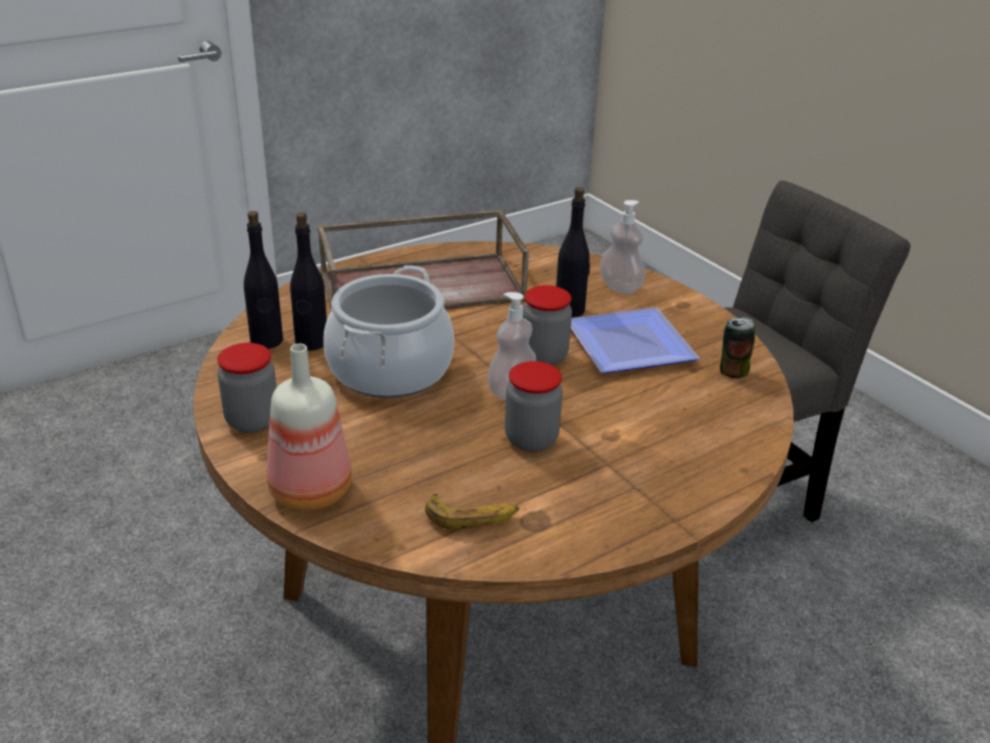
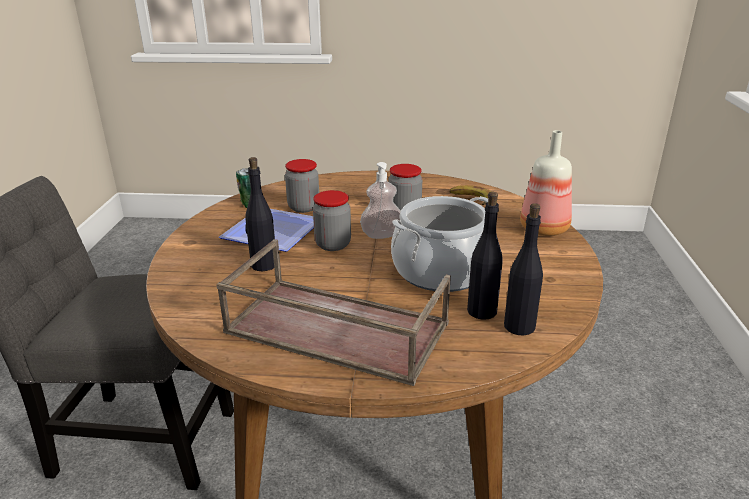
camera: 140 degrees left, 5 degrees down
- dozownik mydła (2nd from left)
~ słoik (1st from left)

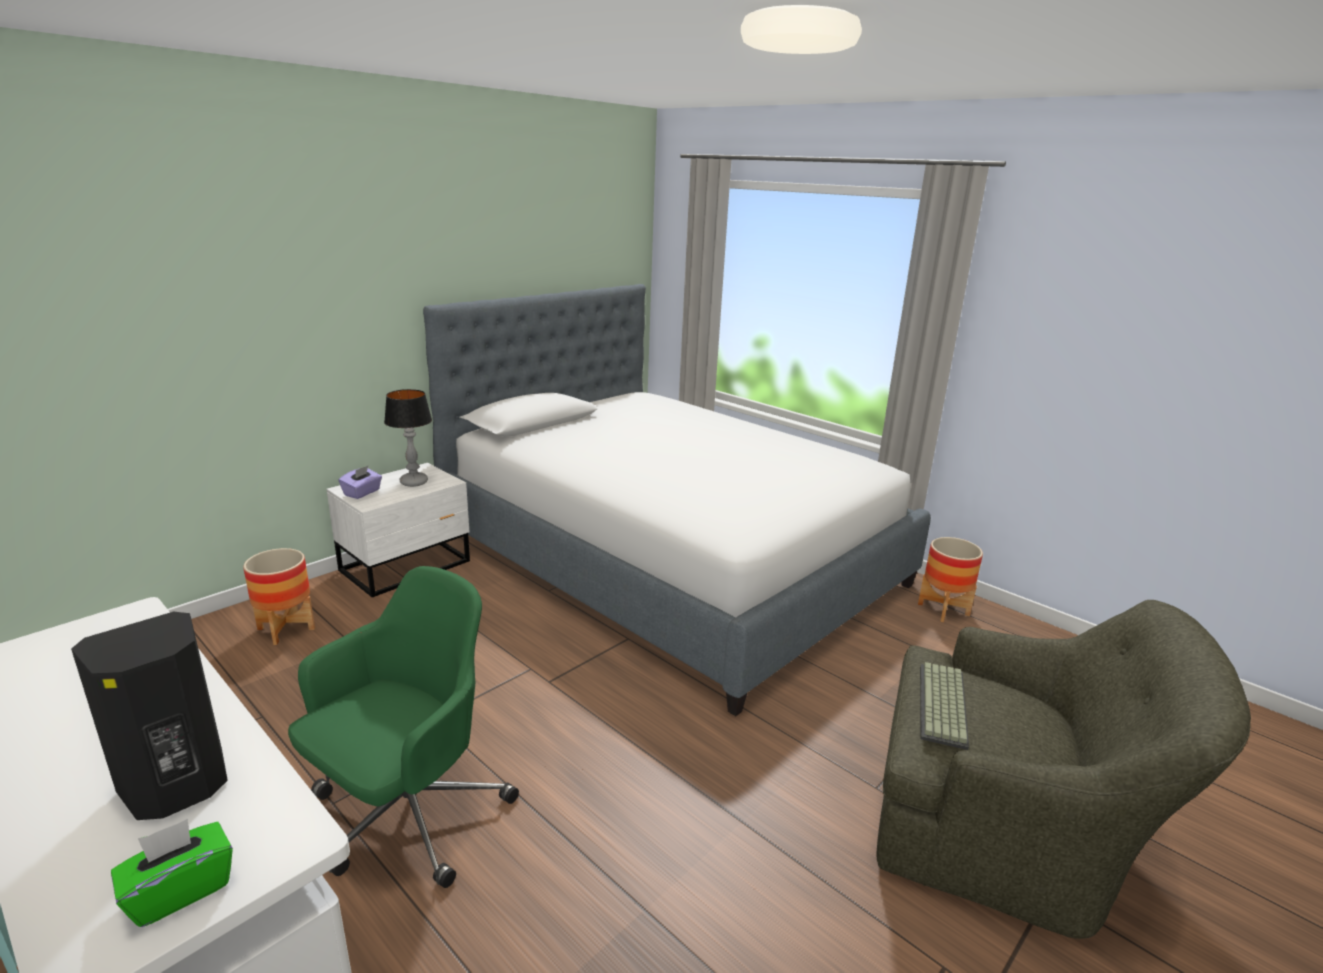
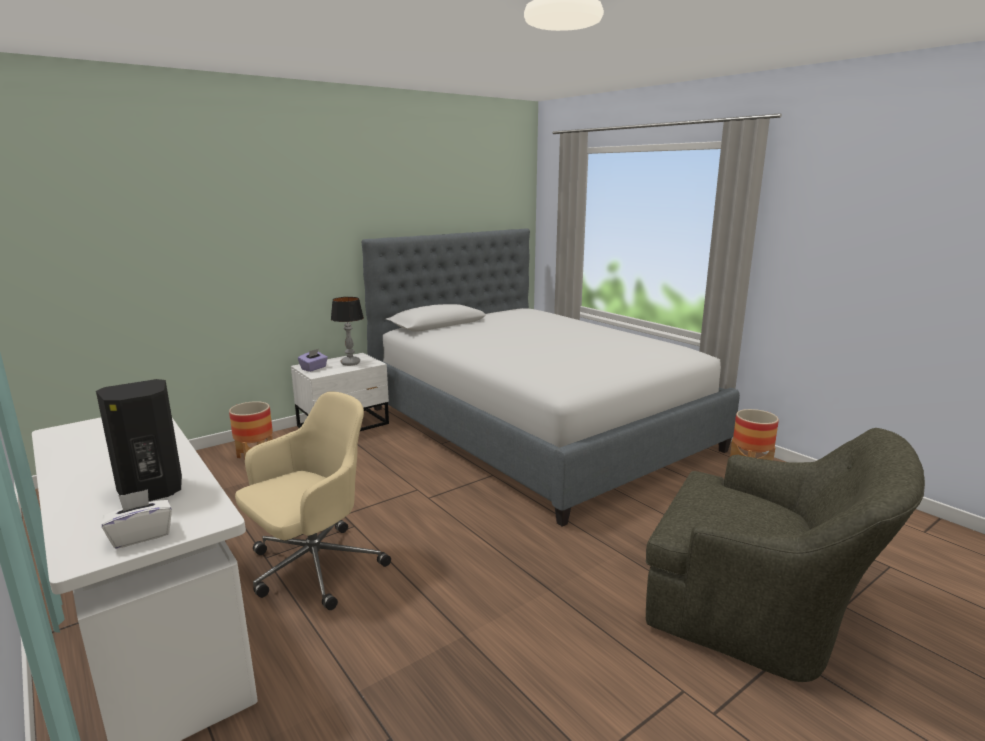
camera: 10 degrees right, 5 degrees down
- klawiatura
~ pudełko chusteczek/zielony to pudełko chusteczek/biały
~ krzesło biurowe/zielony to krzesło biurowe/beżowy

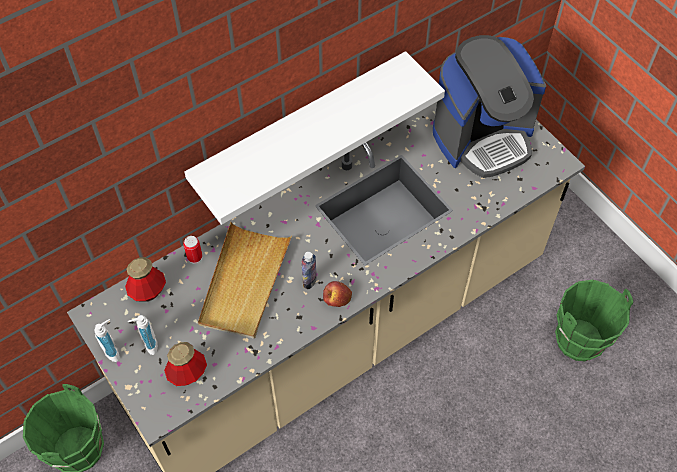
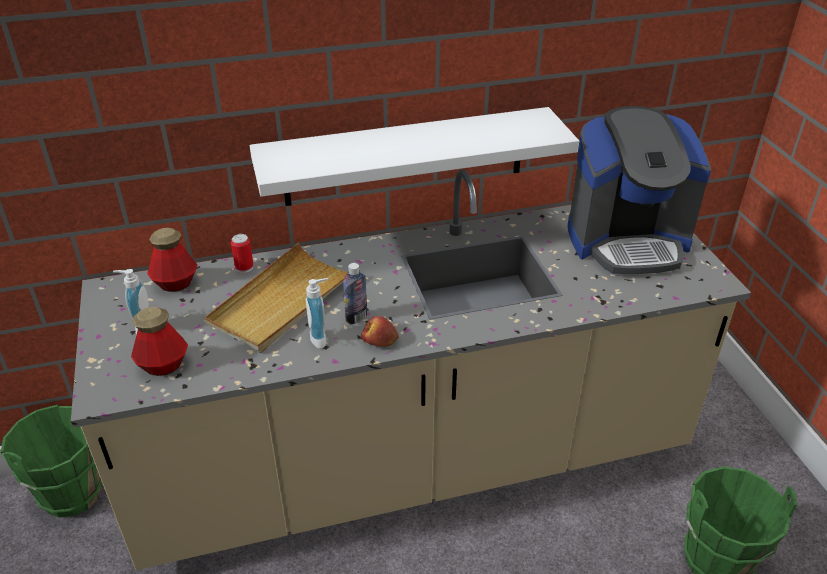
camera: 20 degrees right, 20 degrees down
~ dozownik mydła (1st from left in the first image) to dozownik mydła (2nd from left)

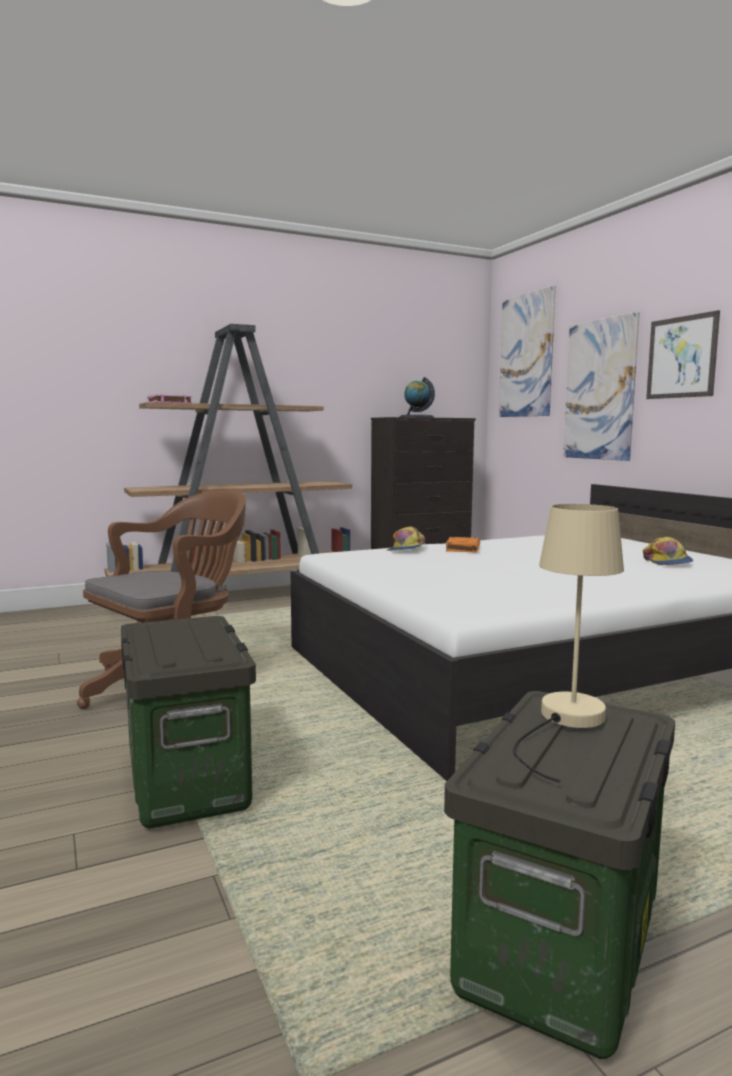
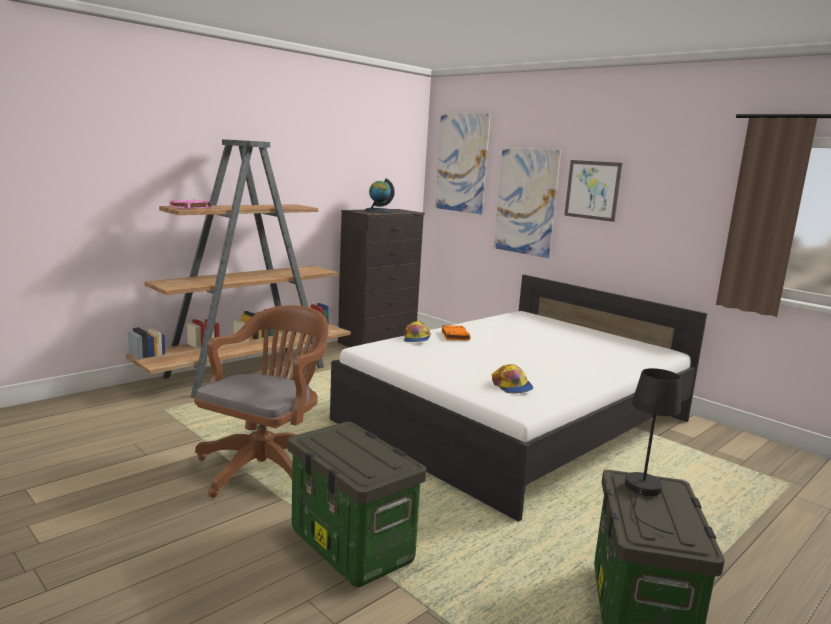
camera: 20 degrees left, 5 degrees up
~ czapka z daszkiem (2nd from left)
~ lampa stołowa/beżowy to lampa stołowa/czarny

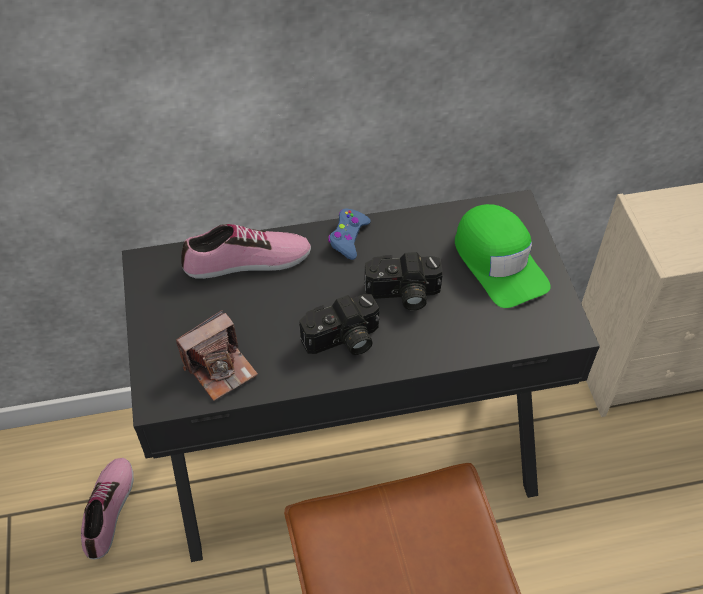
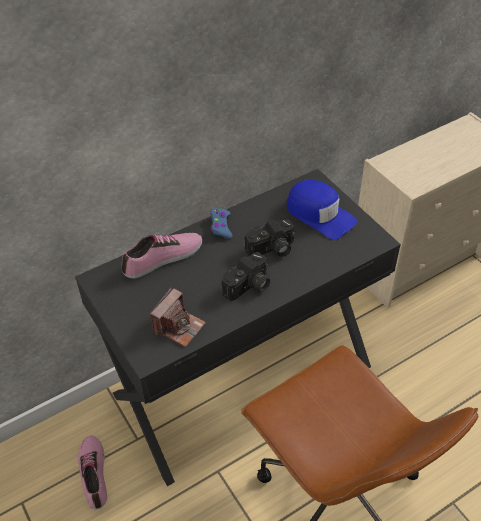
camera: 20 degrees left, 5 degrees down
~ czapka z daszkiem/zielony to czapka z daszkiem/niebieski

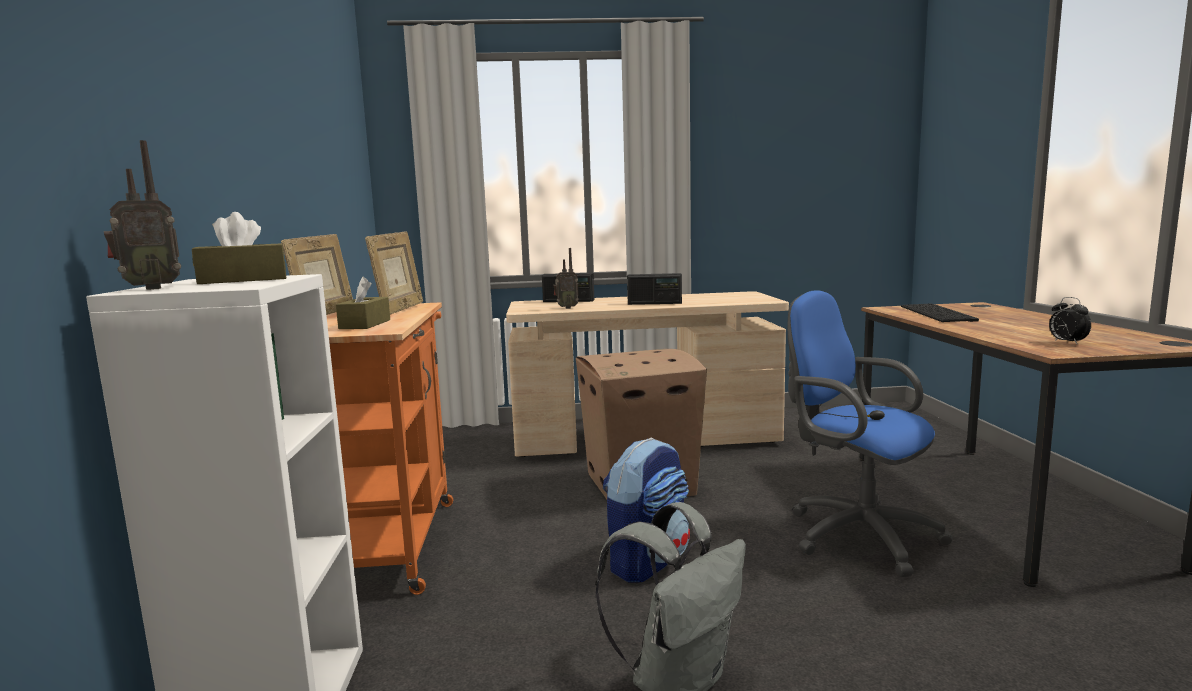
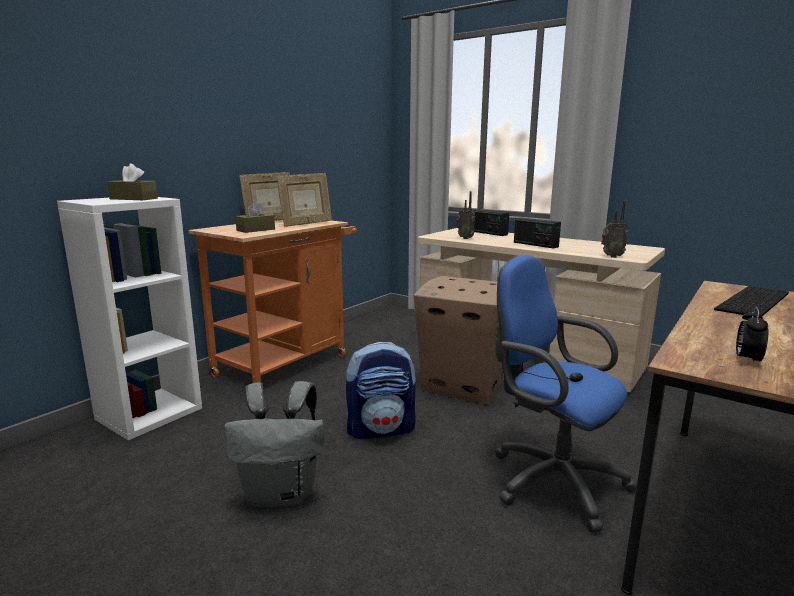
camera: 40 degrees right, 5 degrees up
~ radio (1st from left in the first image) to radio (4th from left)
~ krzesło biurowe/niebieski 45 degrees counterclockwise

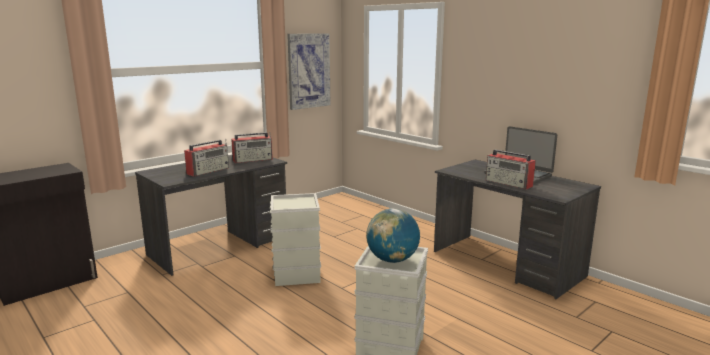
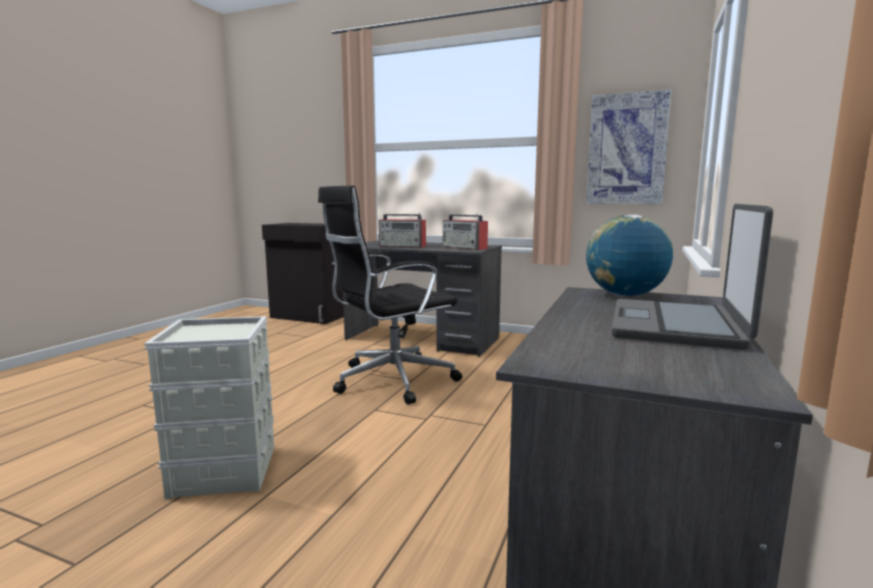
camera: 65 degrees right, 5 degrees down
- radio (3rd from left)
~ globus
~ pojemnik do przechowywania/szary (1st from left) to krzesło biurowe/czarny

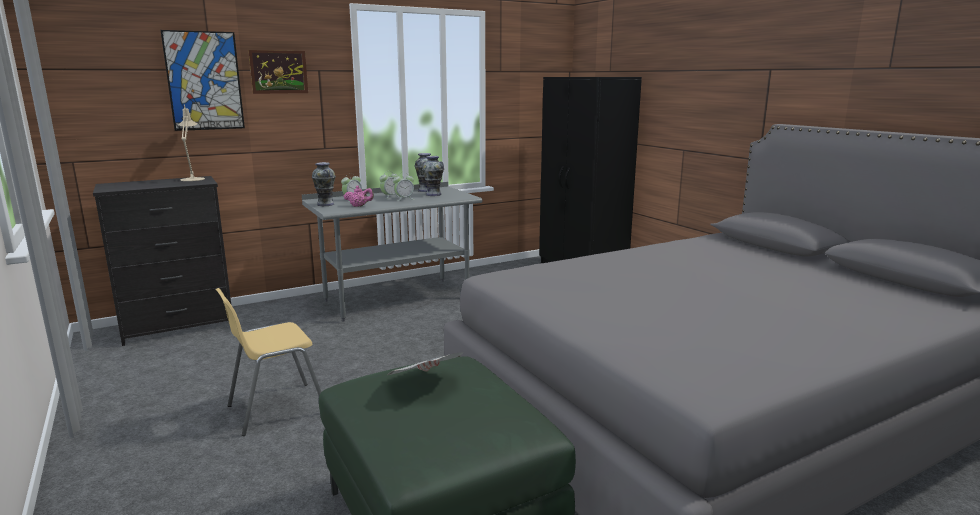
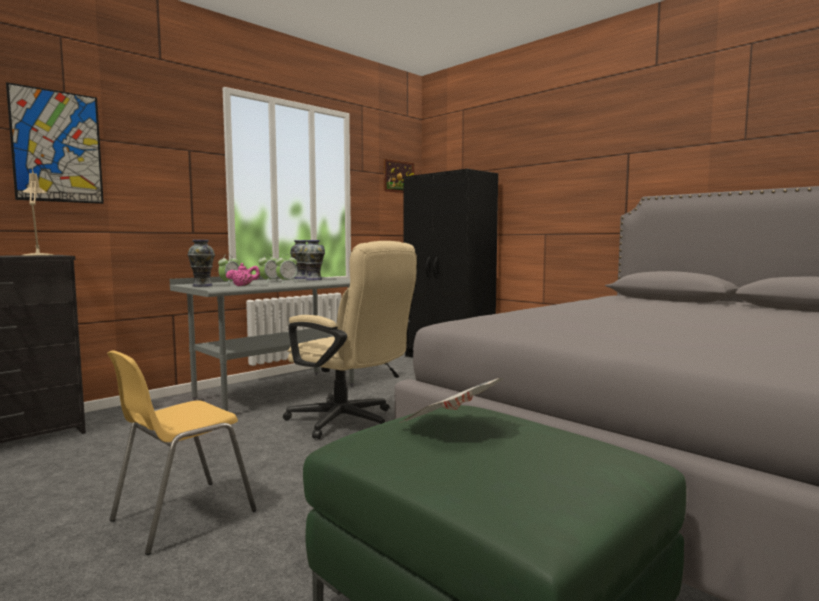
camera: 15 degrees left, 10 degrees down
+ krzesło biurowe/beżowy
~ obraz (2nd from left)

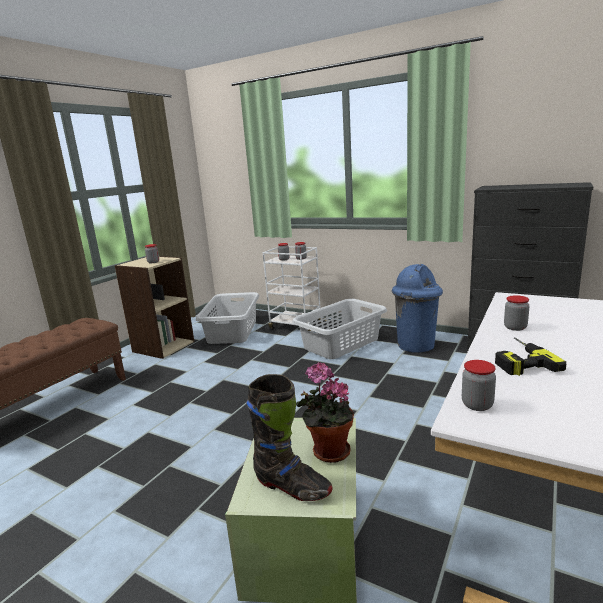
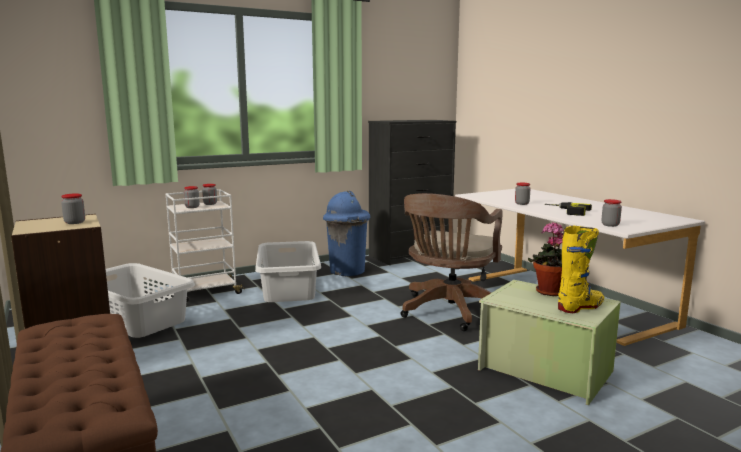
camera: 60 degrees left, 5 degrees down
+ krzesło biurowe/brązowy
~ but z cholewką/czarny to but z cholewką/żółty

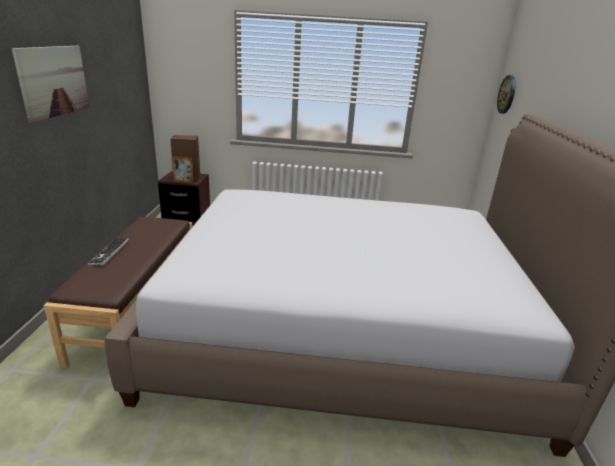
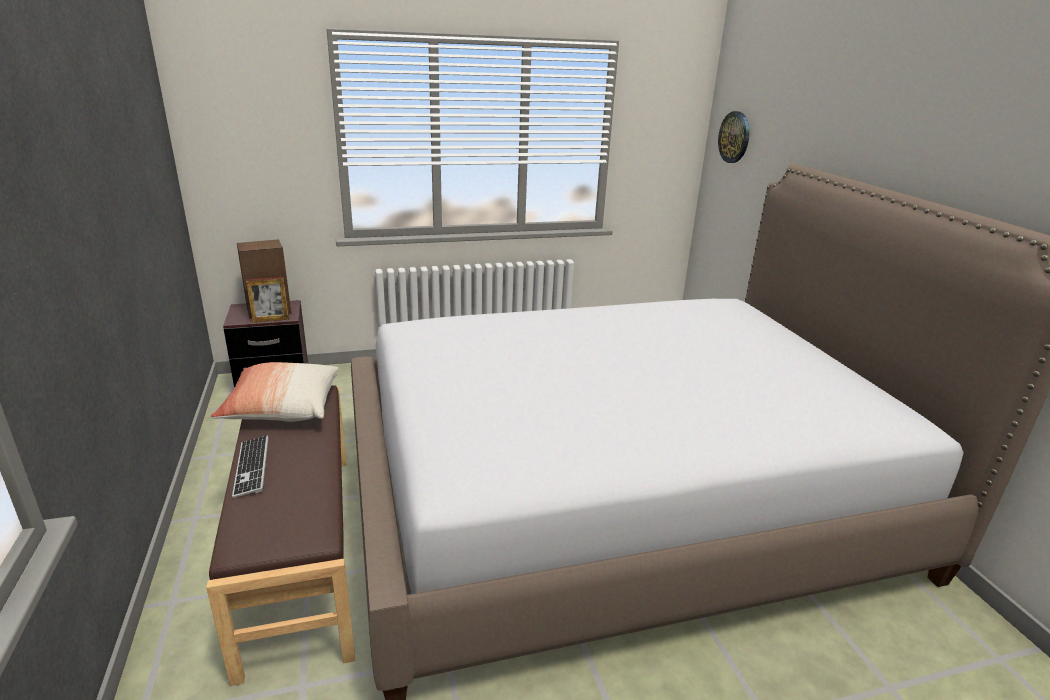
camera: 20 degrees left, 0 degrees up
- obraz
+ poduszka

